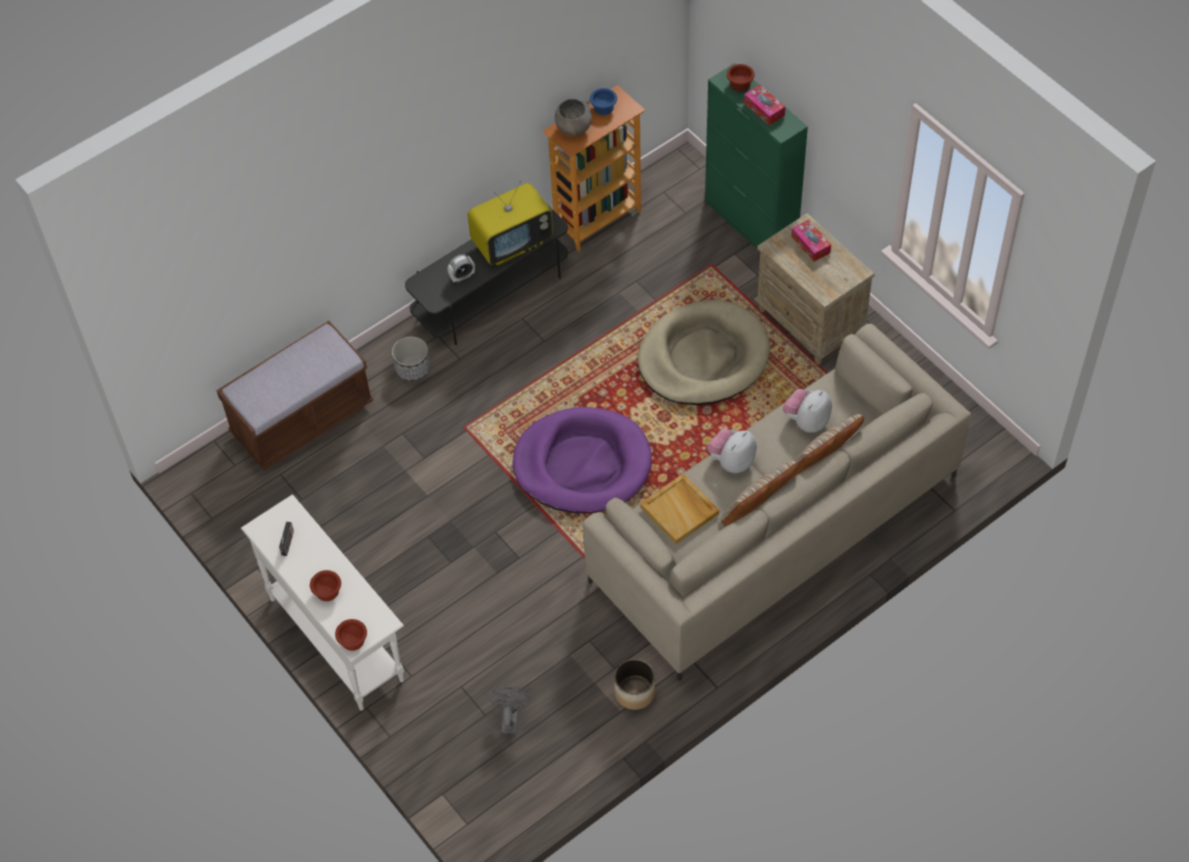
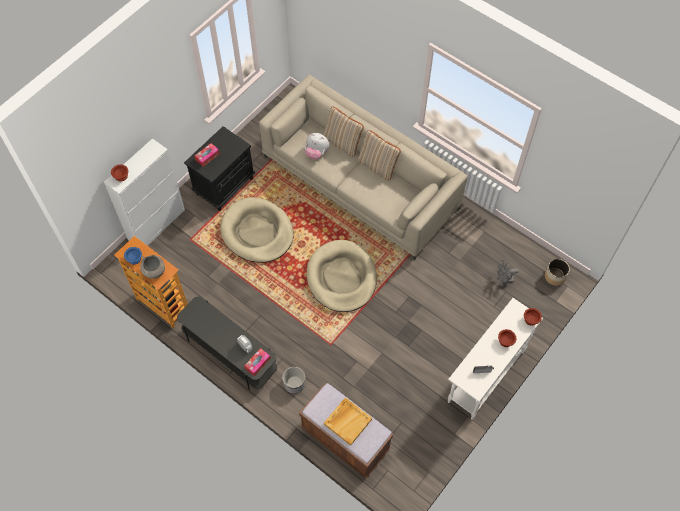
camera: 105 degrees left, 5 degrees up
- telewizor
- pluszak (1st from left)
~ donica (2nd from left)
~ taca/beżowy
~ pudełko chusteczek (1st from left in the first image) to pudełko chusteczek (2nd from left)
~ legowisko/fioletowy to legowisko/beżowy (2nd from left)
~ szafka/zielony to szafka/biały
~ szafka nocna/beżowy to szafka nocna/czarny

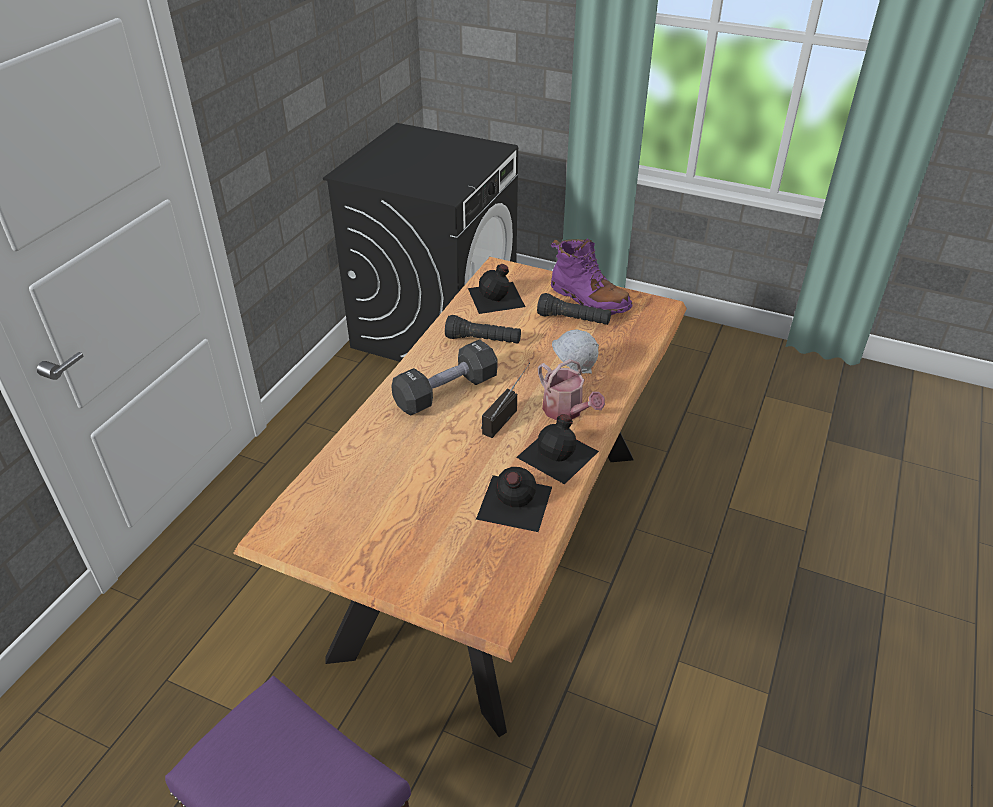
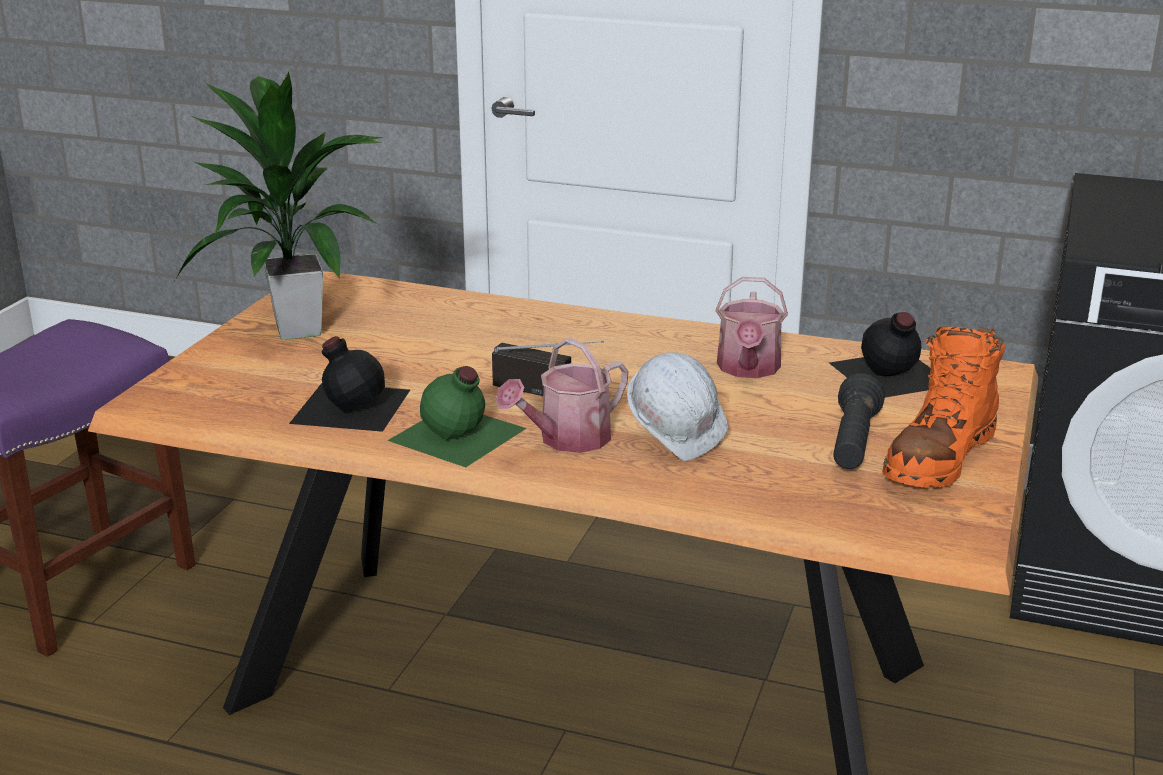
camera: 85 degrees right, 15 degrees down
- hantel/czarny
+ roślina doniczkowa
~ latarka/czarny (1st from left) to konewka (2nd from left)
~ butelka/czarny (3rd from left) to butelka/zielony
~ but z cholewką/fioletowy to but z cholewką/pomarańczowy

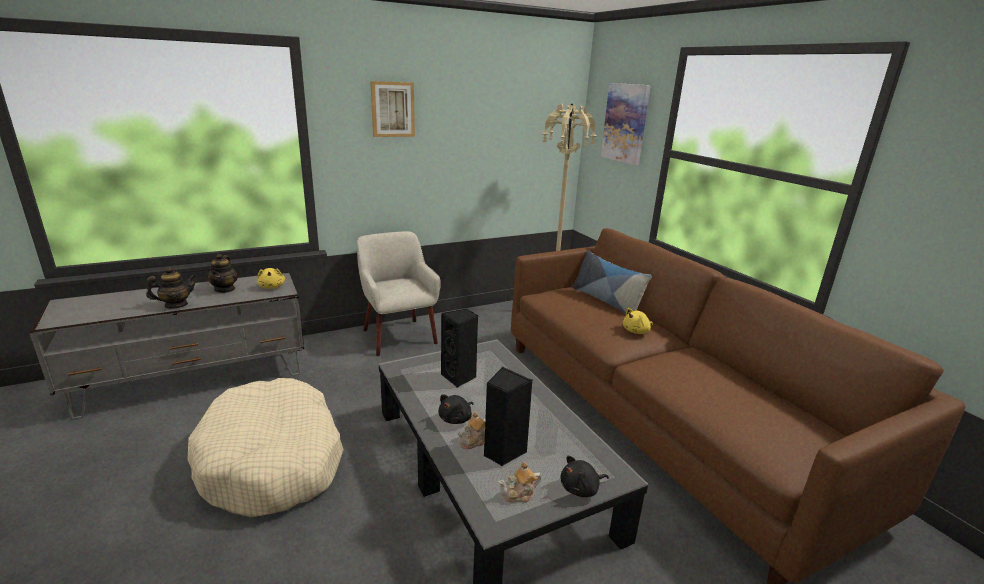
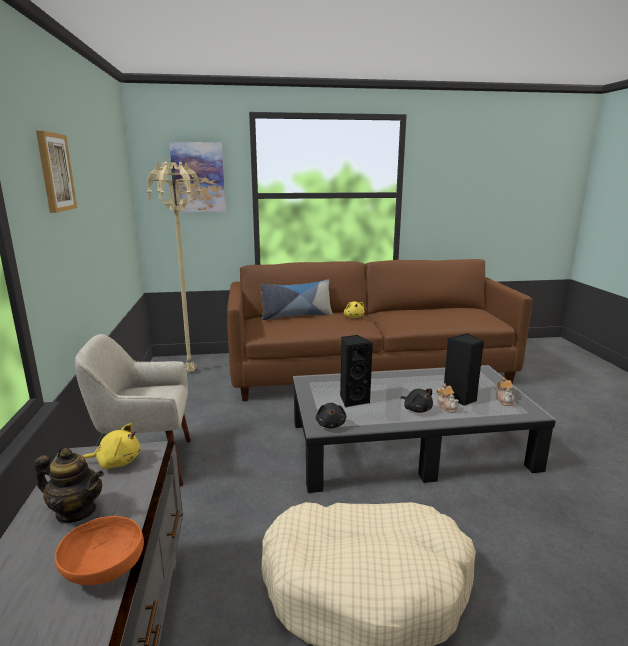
camera: 70 degrees left, 5 degrees down
~ pluszak/czarny (2nd from left in the first image) to pluszak/czarny (1st from left)
~ imbryk (1st from left) to miska/pomarańczowy

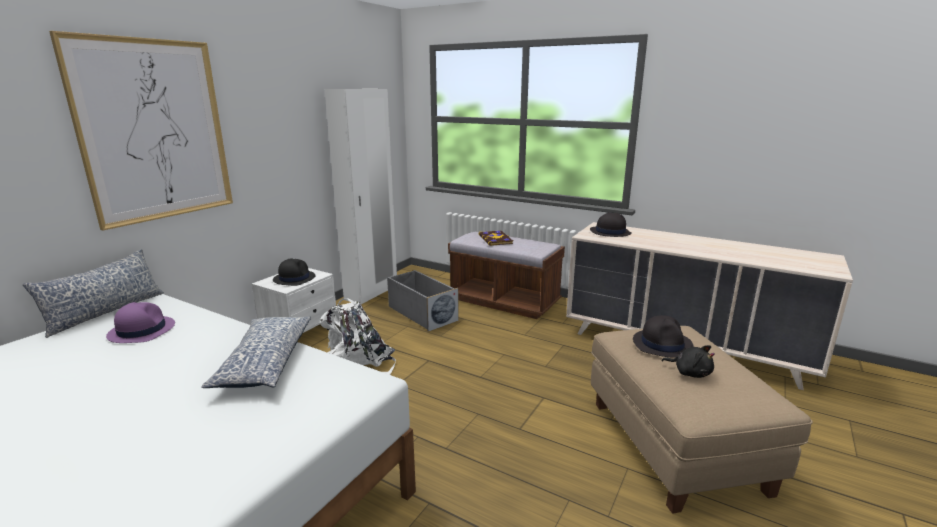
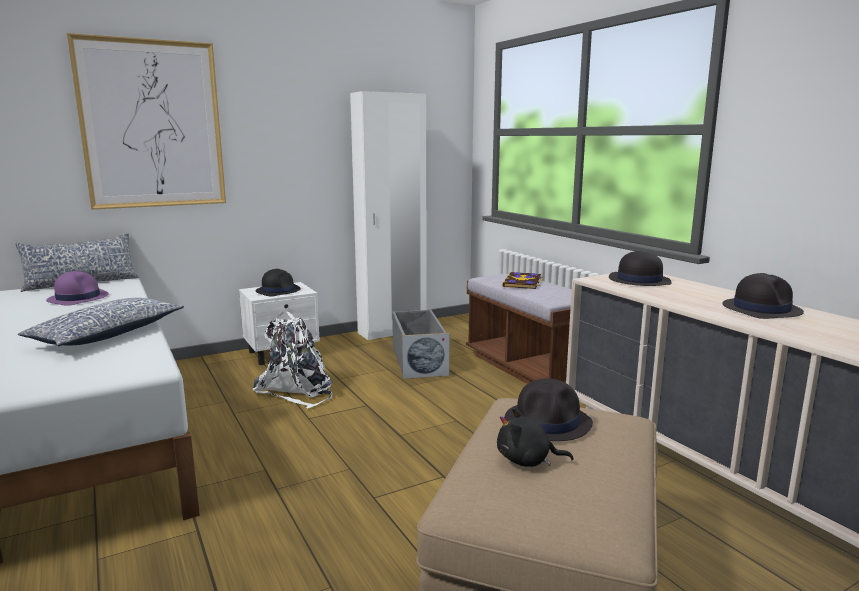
camera: 30 degrees right, 5 degrees down
+ kapelusz/czarny (4th from left)
~ pluszak/czarny 120 degrees clockwise

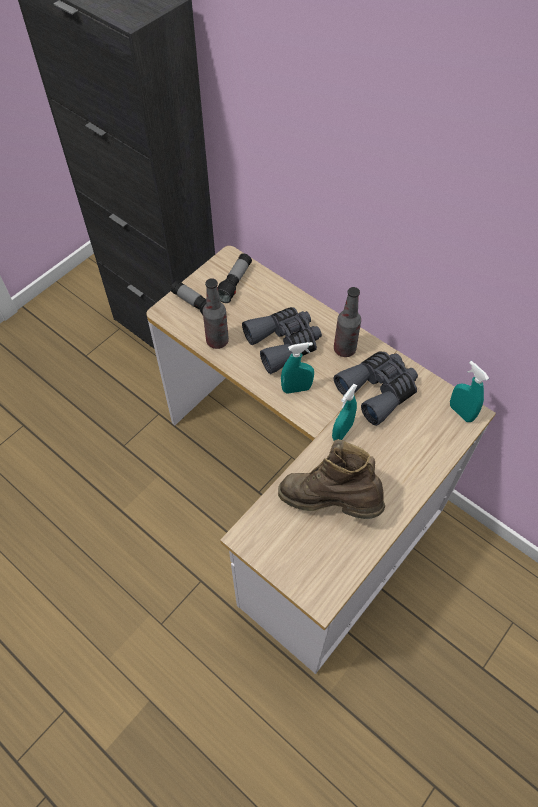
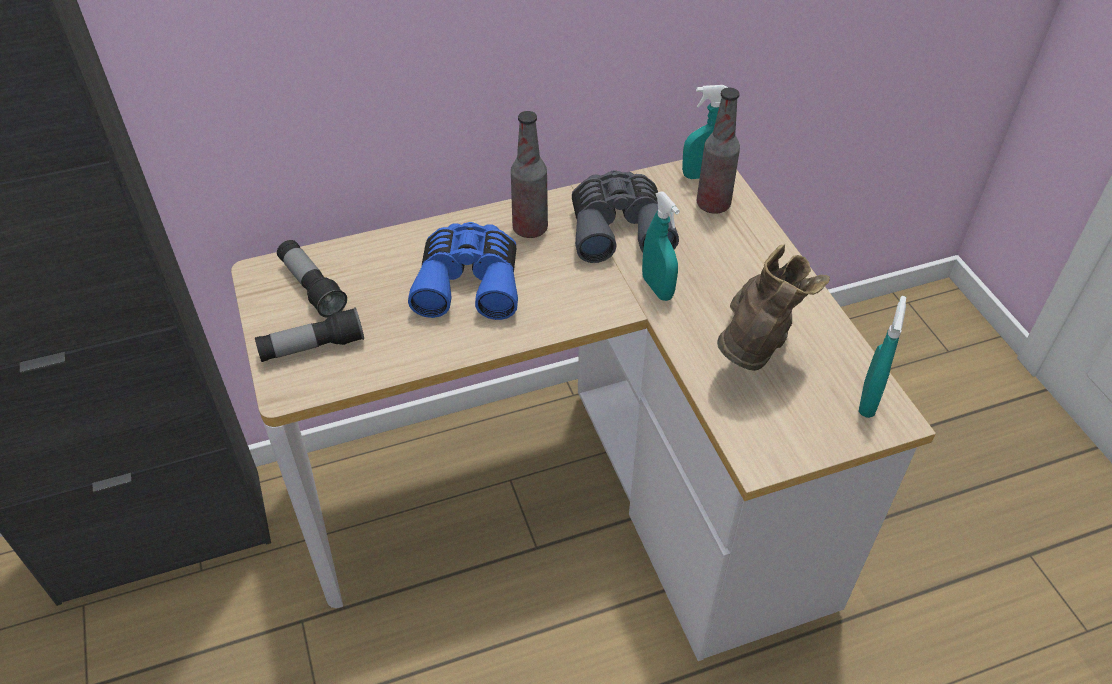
camera: 60 degrees left, 10 degrees down
~ butelka (1st from left in the first image) to butelka (2nd from left)
~ spryskiwacz/turkusowy (1st from left in the first image) to spryskiwacz/turkusowy (3rd from left)
~ lornetka/szary (1st from left) to lornetka/niebieski
~ but z cholewką/brązowy 150 degrees clockwise

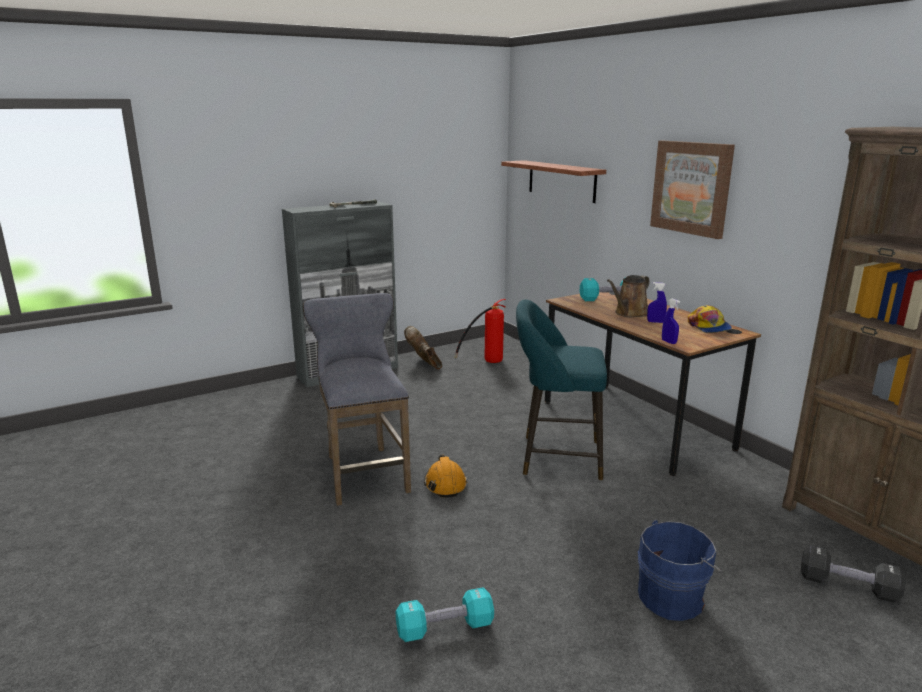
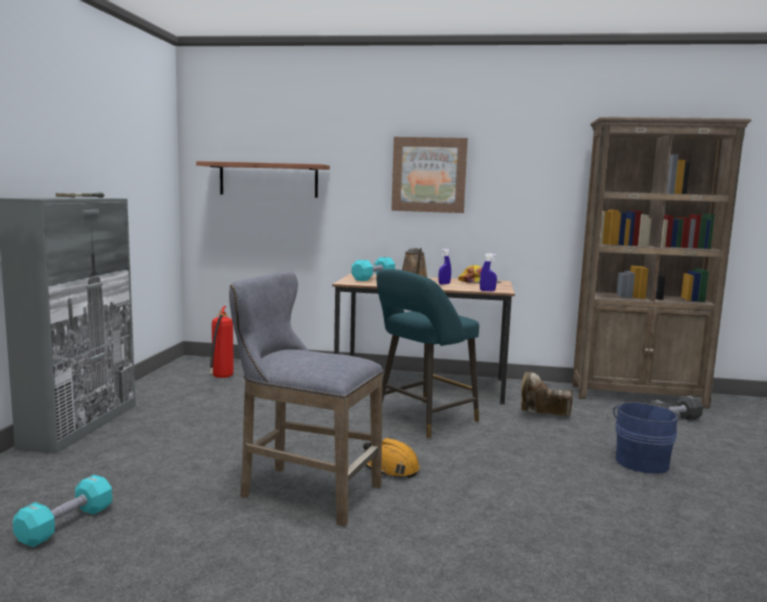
camera: 50 degrees left, 10 degrees down
~ hantel/turkusowy (1st from left)
~ but z cholewką/brązowy

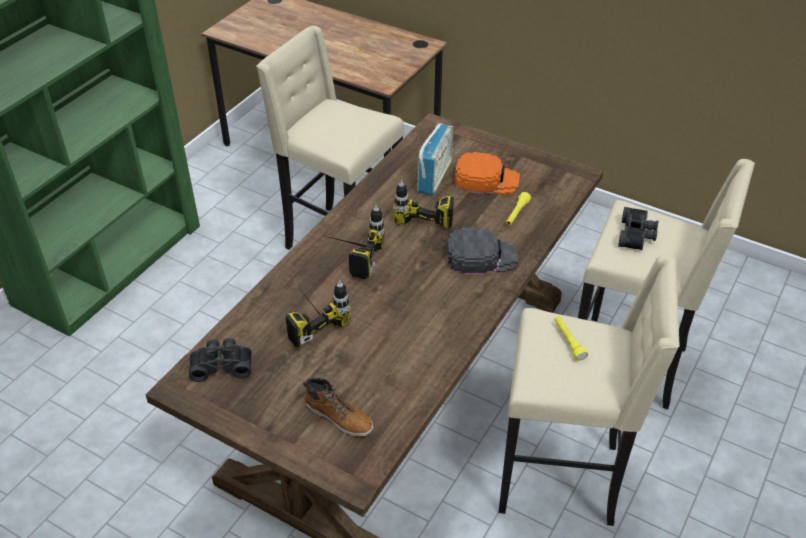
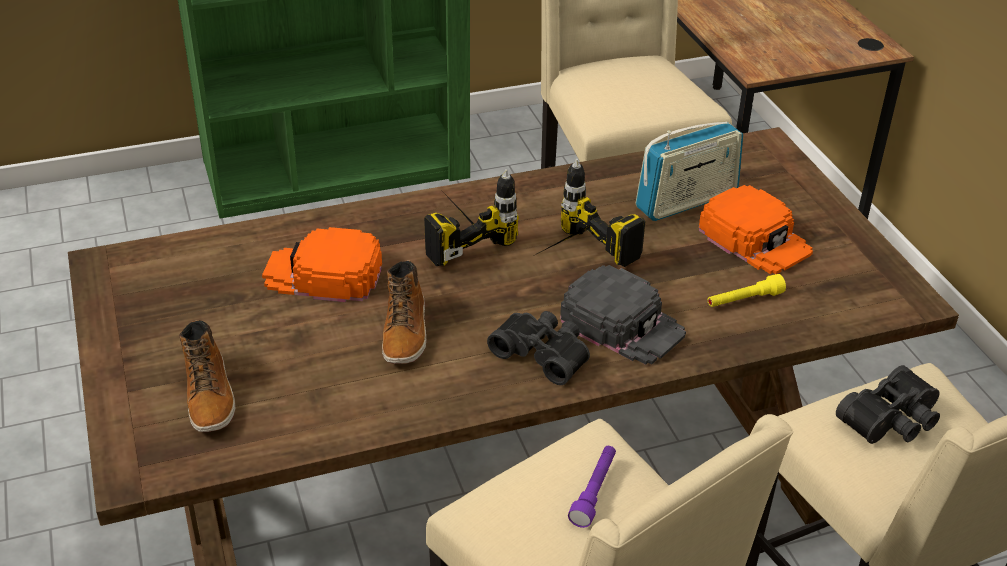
camera: 40 degrees right, 5 degrees down
+ but z cholewką (2nd from left)
~ lornetka/czarny (1st from left)
~ wiertarka (1st from left) to czapka z daszkiem/pomarańczowy (1st from left)
~ latarka/żółty (2nd from left) to latarka/fioletowy

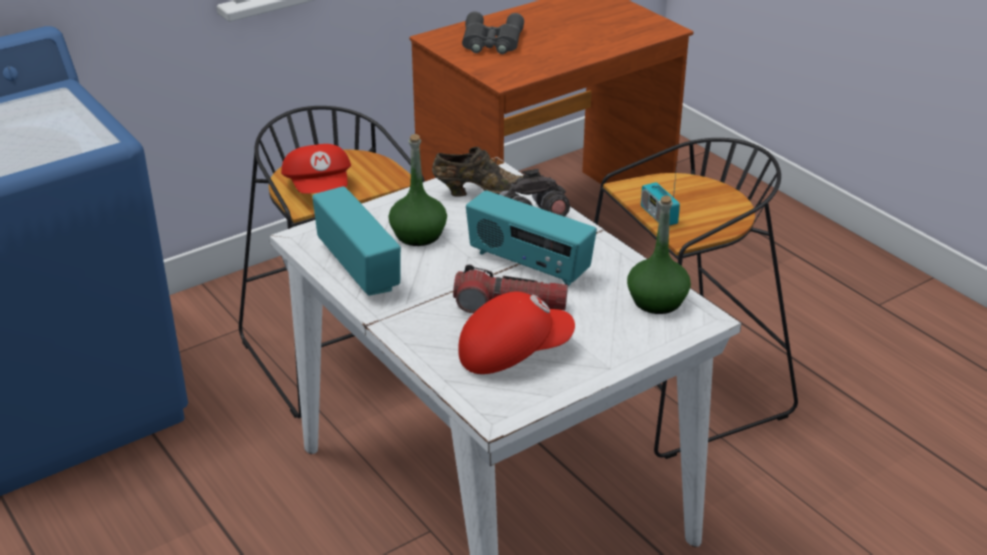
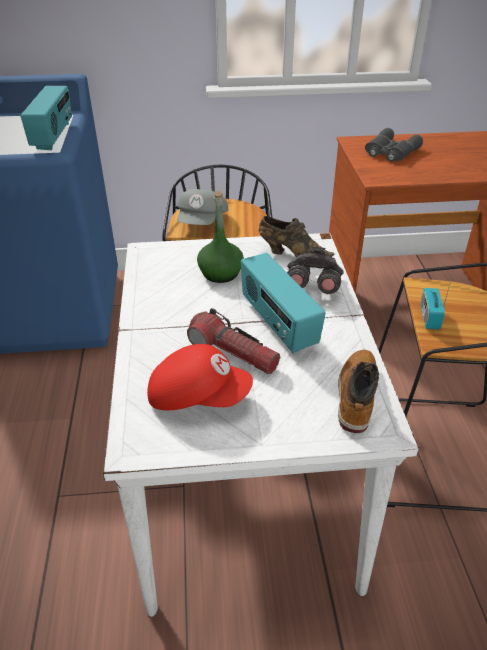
camera: 30 degrees right, 5 degrees up
~ radio (1st from left)
~ butelka/zielony (2nd from left) to but z cholewką
~ czapka z daszkiem/czerwony (1st from left) to czapka z daszkiem/szary

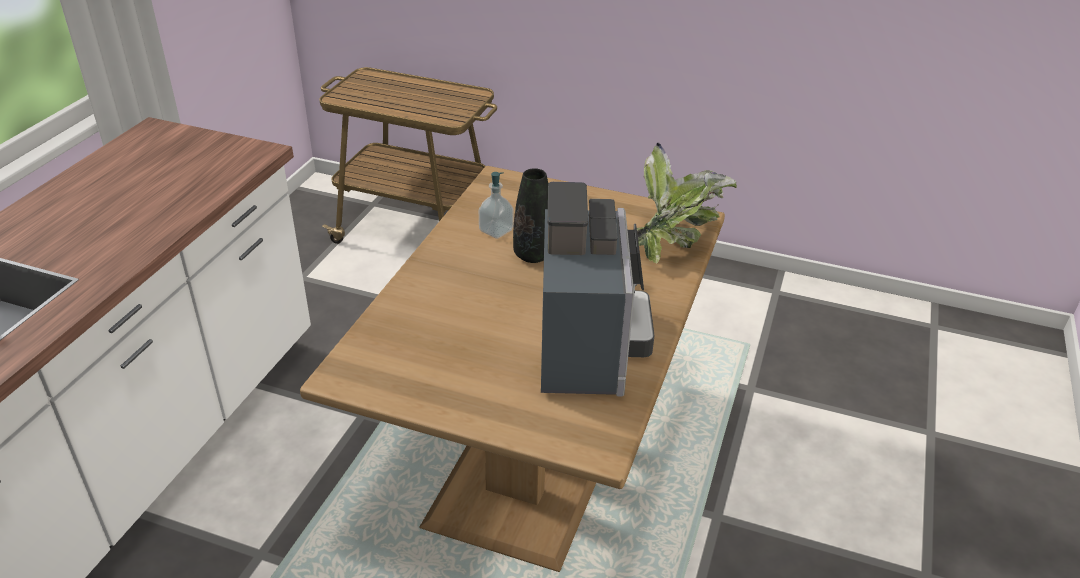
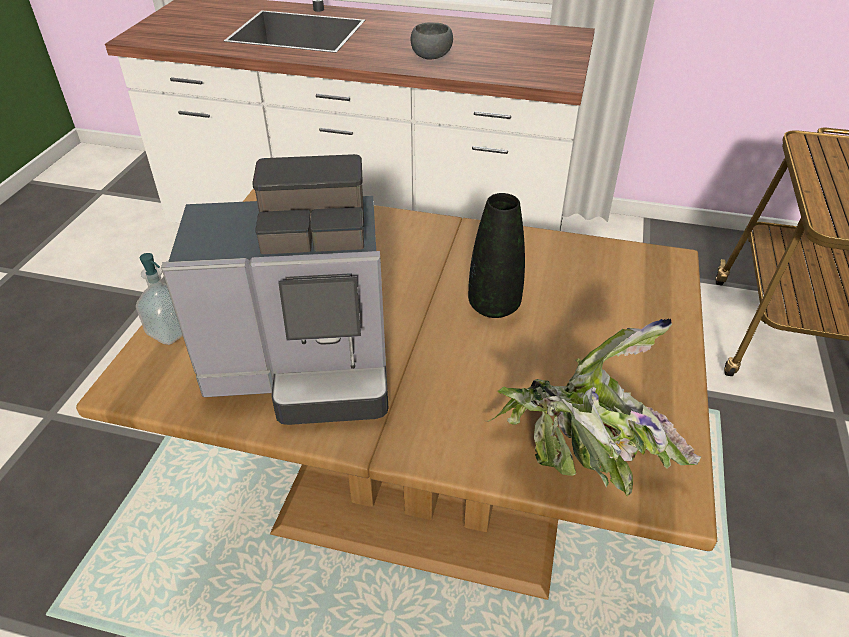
camera: 85 degrees right, 5 degrees up
+ miska/szary
~ dozownik mydła

